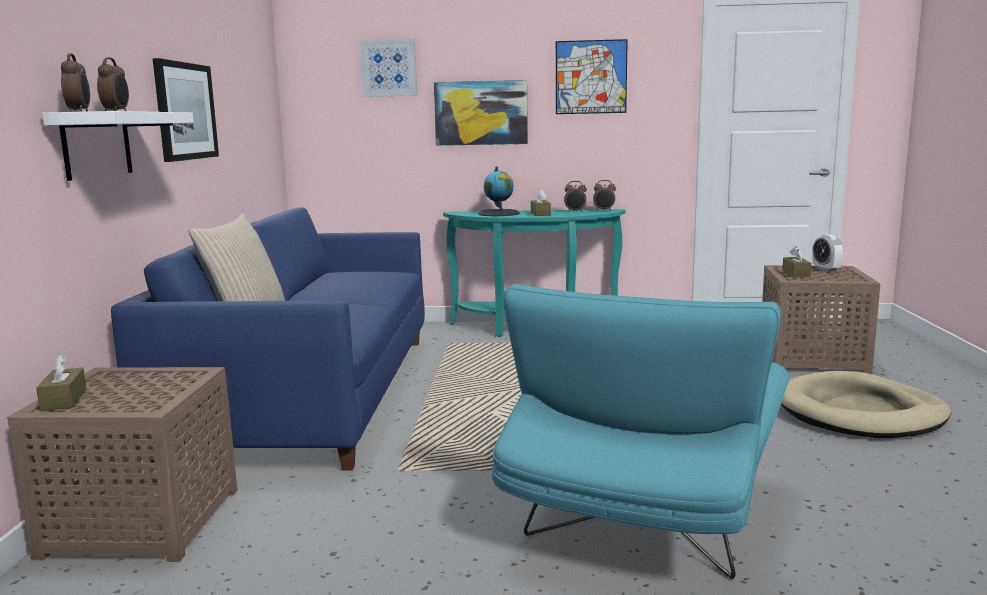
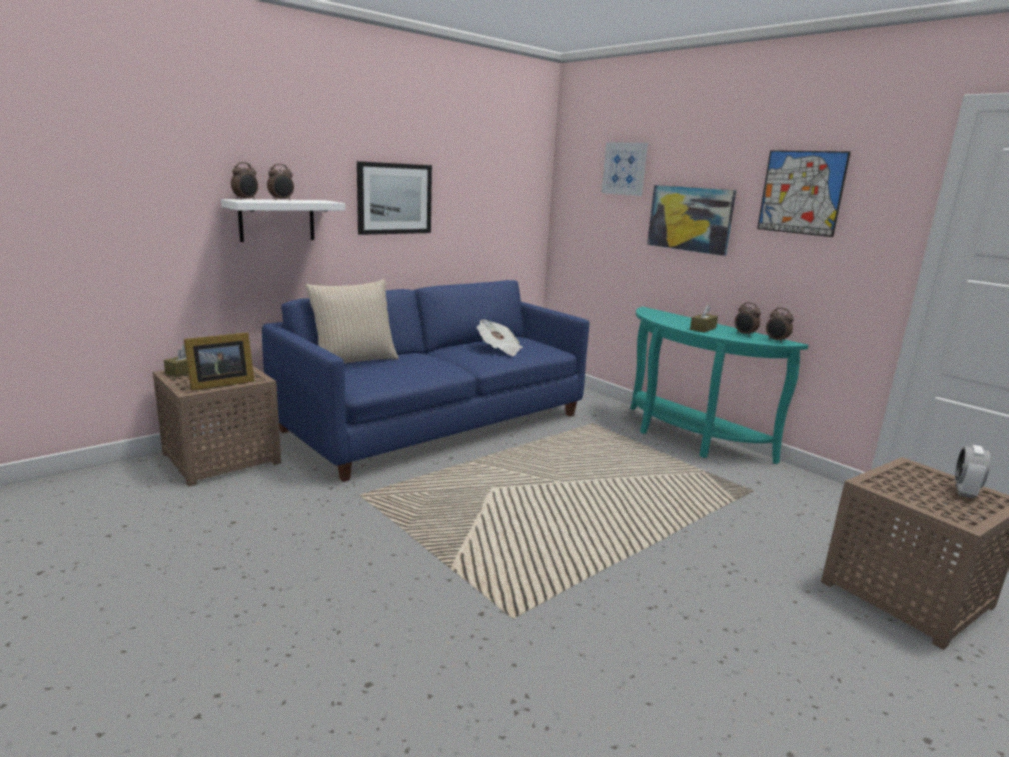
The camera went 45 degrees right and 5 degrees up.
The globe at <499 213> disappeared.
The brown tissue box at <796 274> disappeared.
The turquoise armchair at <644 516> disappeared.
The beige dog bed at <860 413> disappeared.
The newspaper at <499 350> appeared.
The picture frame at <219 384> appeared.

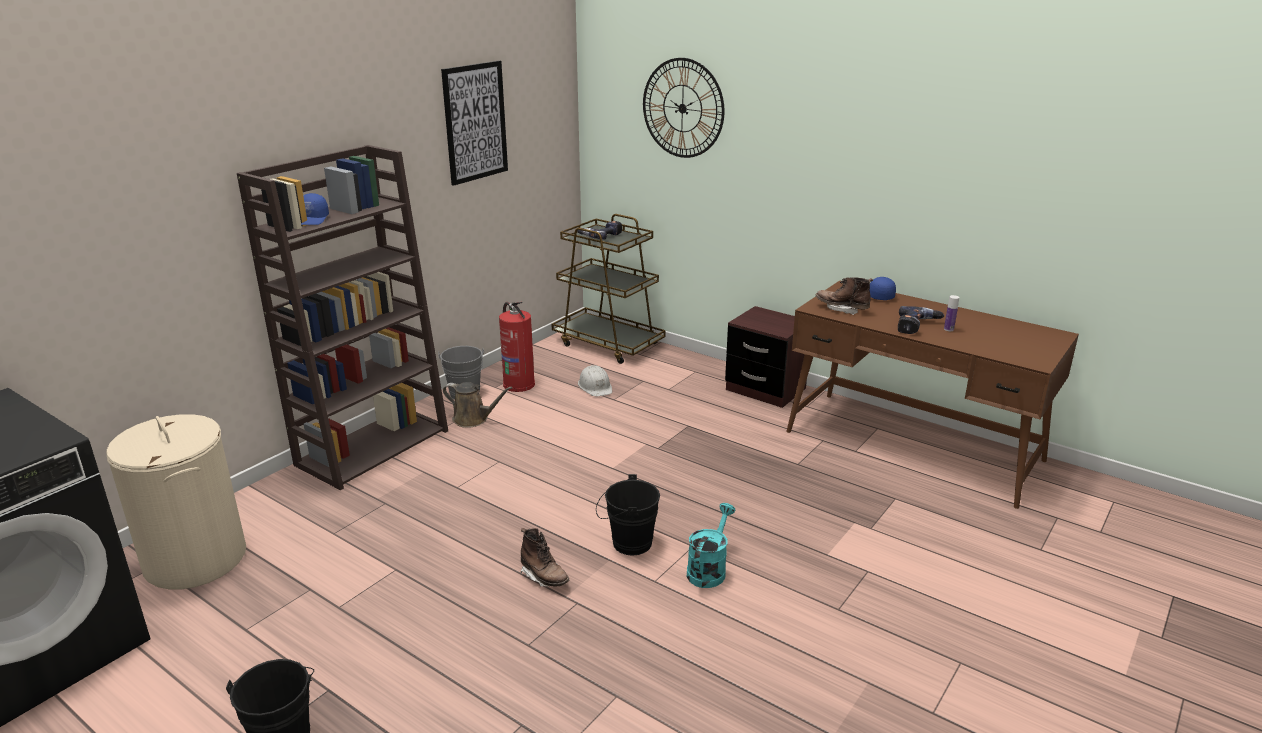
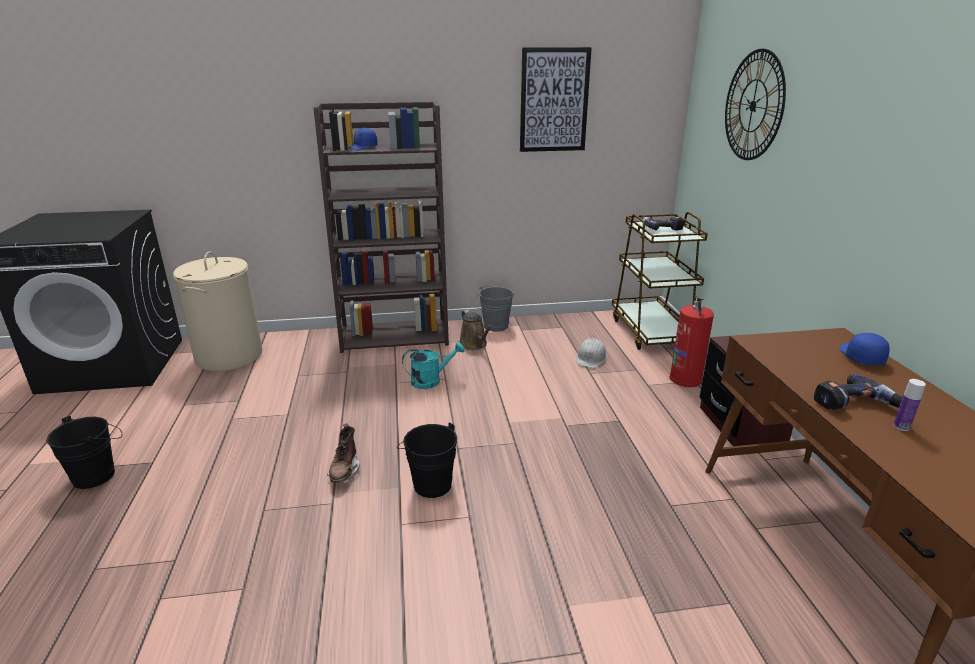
The camera went 45 degrees right and 0 degrees up.
The brown boot at <841 309> disappeared.
The fire extinguisher moved from <518 384> to <685 378>.
The turquoise watering can moved from <708 569> to <431 380>.

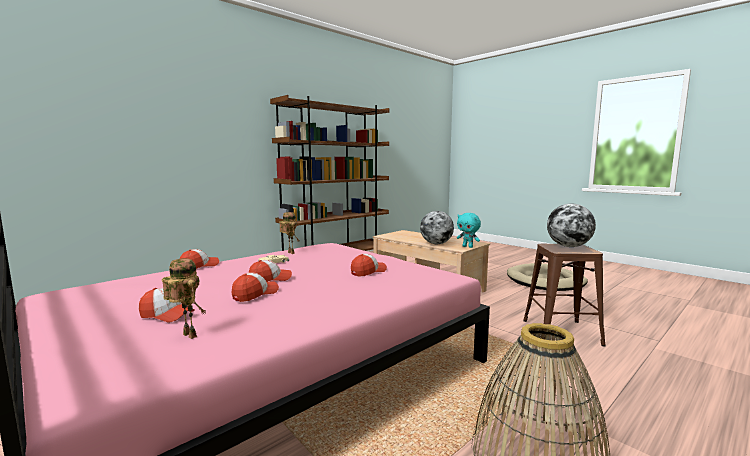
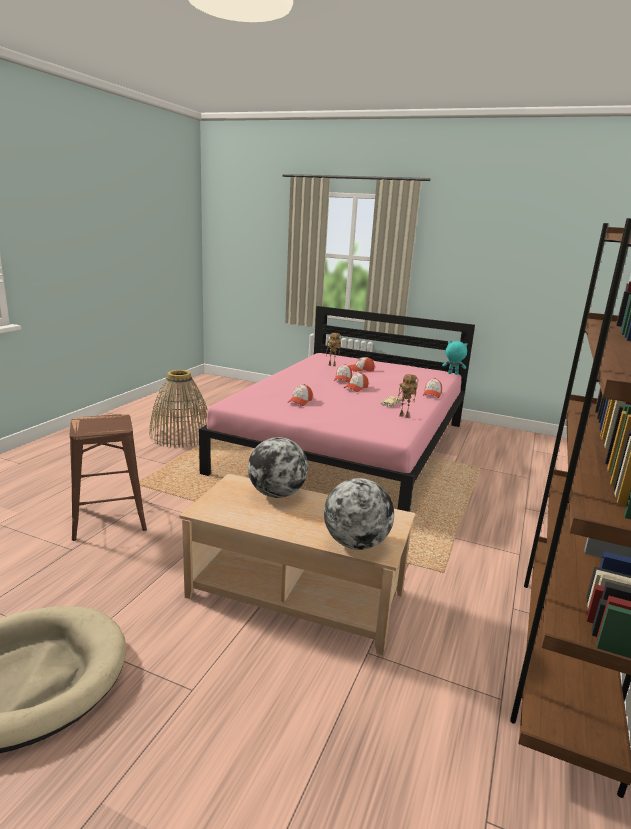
The camera went 155 degrees right and 10 degrees up.
The globe moved from <568 246> to <356 544>.
The turquoise plush toy moved from <468 247> to <452 374>.

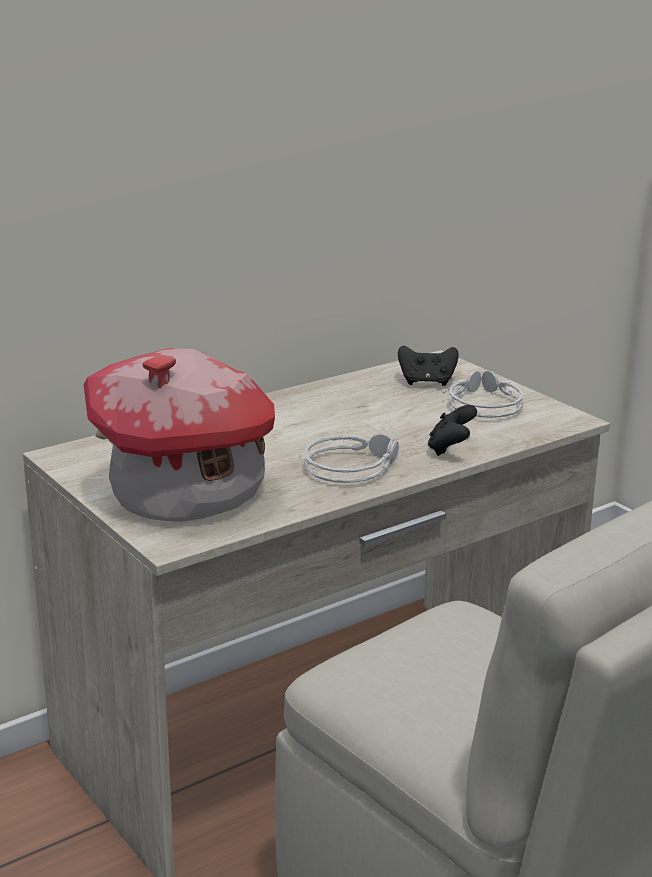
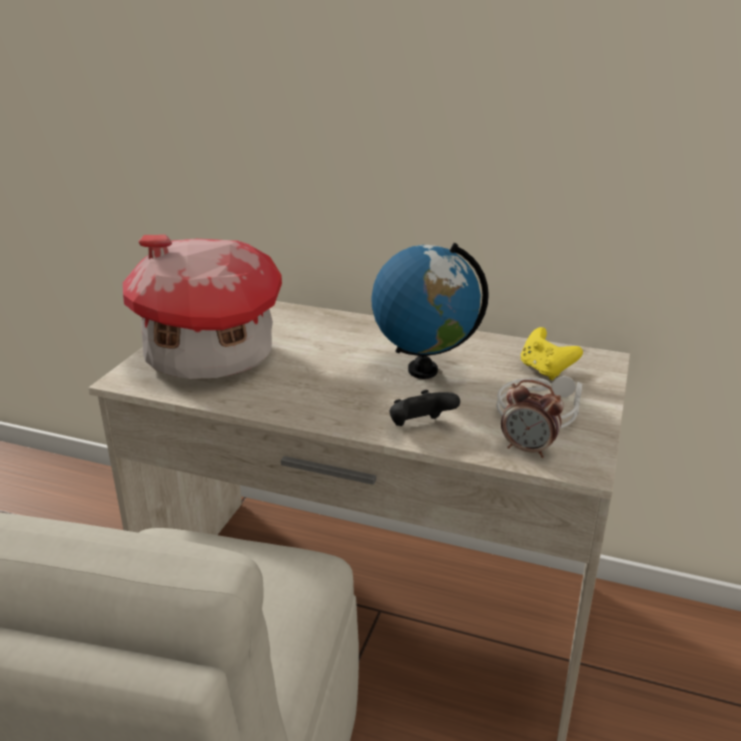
The camera went 55 degrees right and 5 degrees up.
The black game controller at <427 382> became the yellow game controller at <545 370>.
The grey headphones at <351 466> disappeared.
The globe at <423 370> appeared.
The alarm clock at <528 449> appeared.

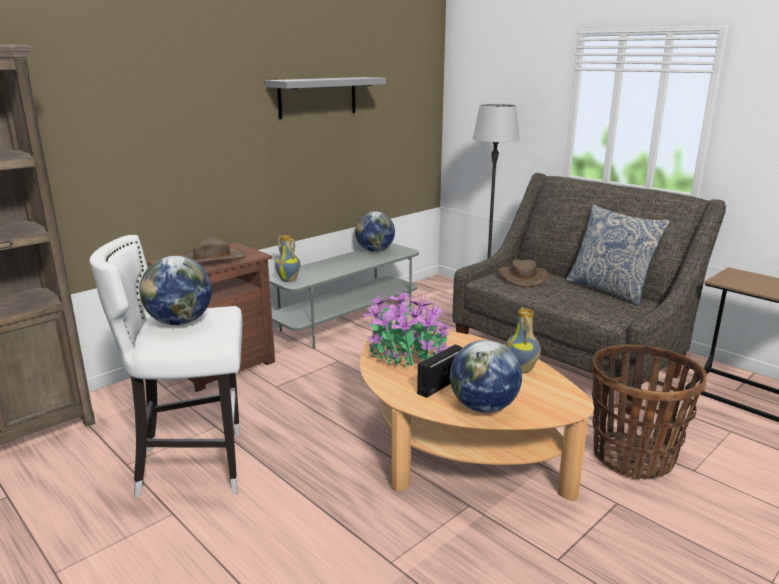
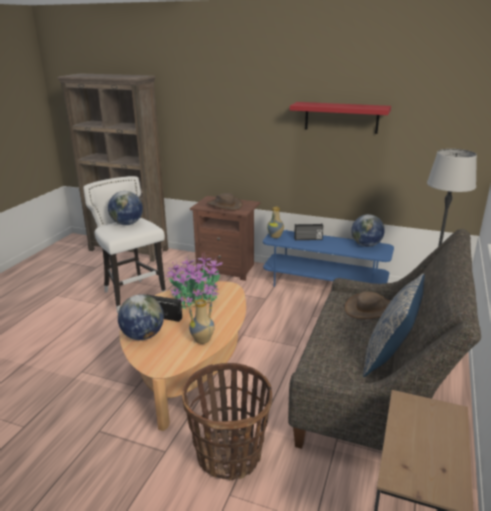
The camera went 65 degrees right and 5 degrees up.
The grey shelf at <317 97> became the red shelf at <341 117>.
The grey tv stand at <347 321> became the blue tv stand at <324 285>.
The radio at <308 239> appeared.

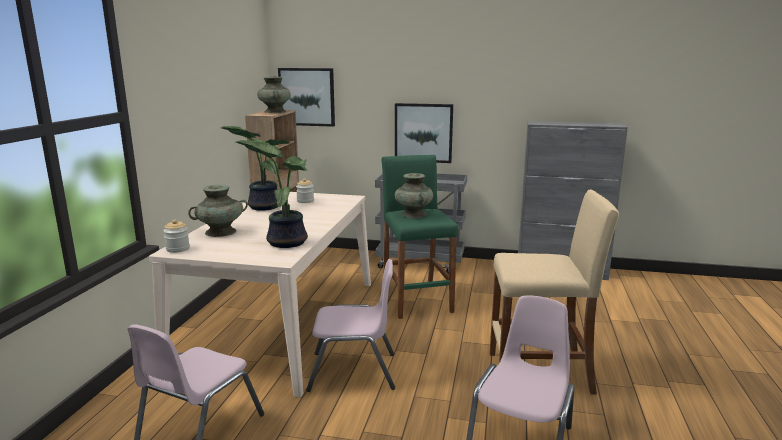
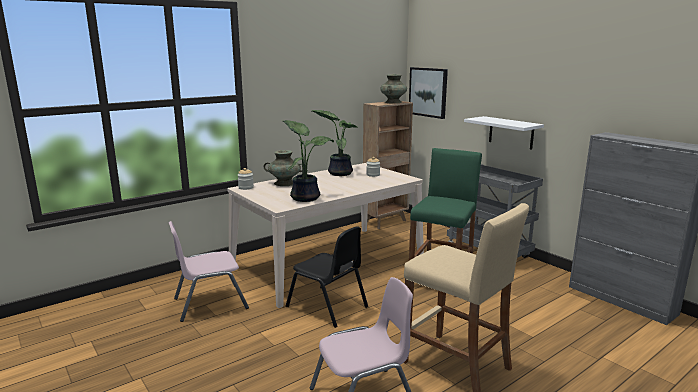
The camera went 40 degrees right and 0 degrees up.
The picture at <423 132> was replaced by the white shelf at <511 132>.
The turquoise vase at <414 214> disappeared.
The pink chair at <353 371> became the black chair at <327 307>.

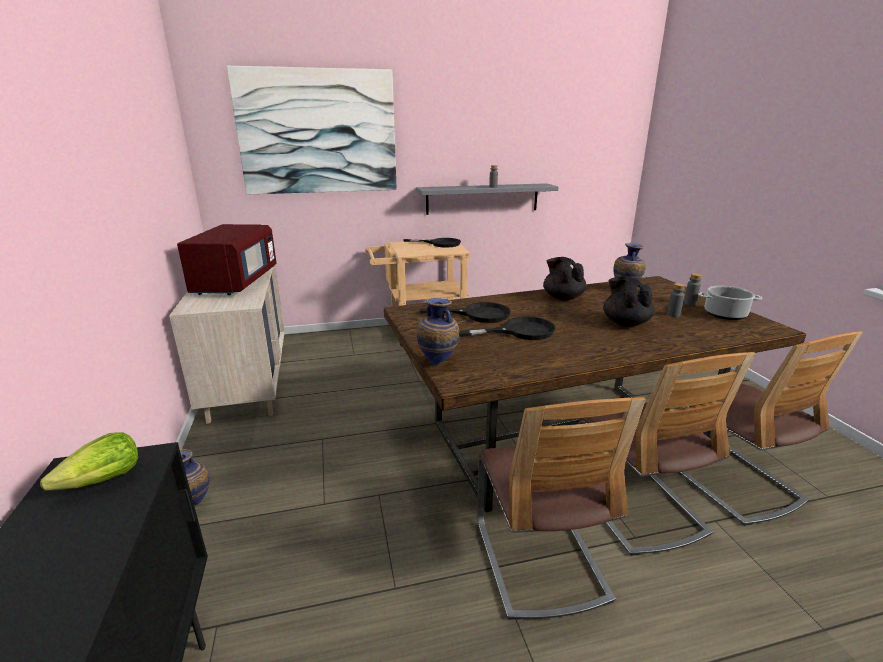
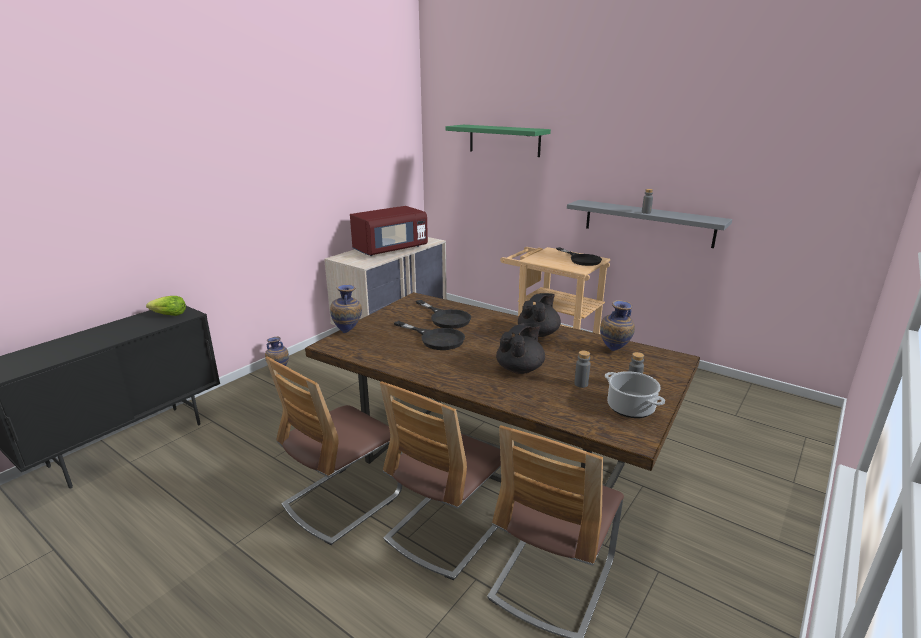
The camera went 50 degrees right and 0 degrees up.
The picture at <318 132> was replaced by the green shelf at <504 140>.

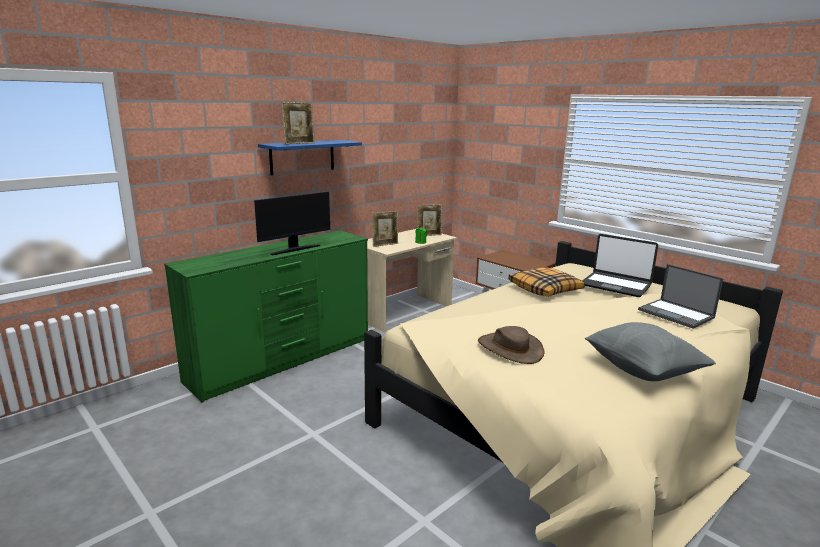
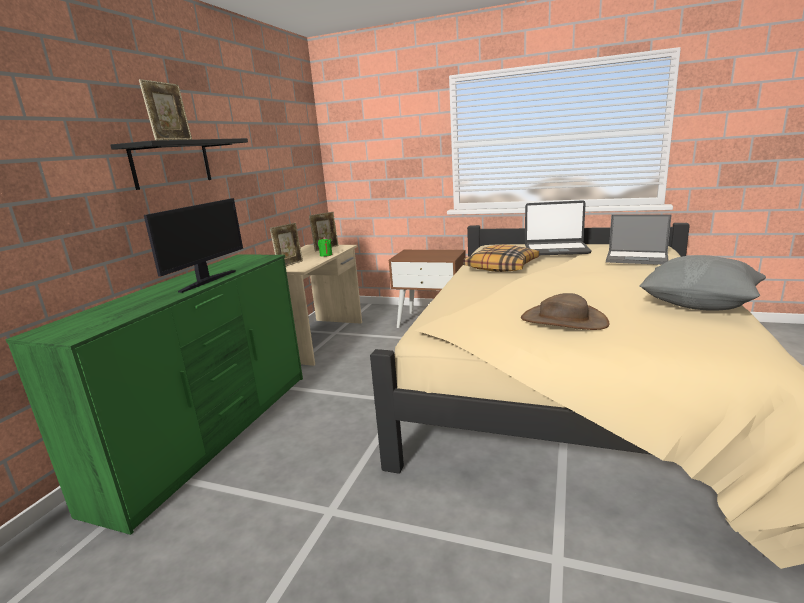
The camera went 25 degrees left and 0 degrees up.
The blue shelf at <302 157> became the black shelf at <172 163>.

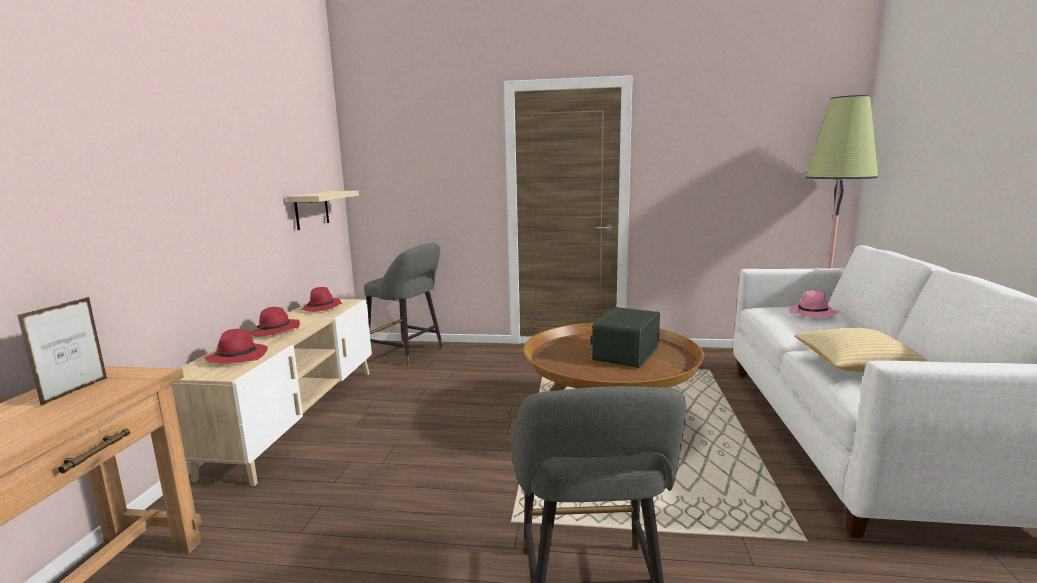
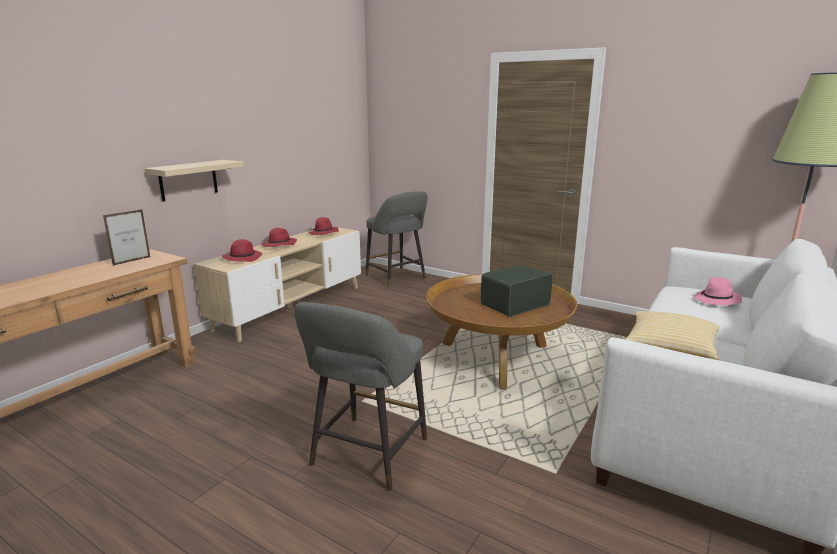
The camera went 25 degrees right and 5 degrees up.
The beige shelf moved from <311 210> to <188 180>.

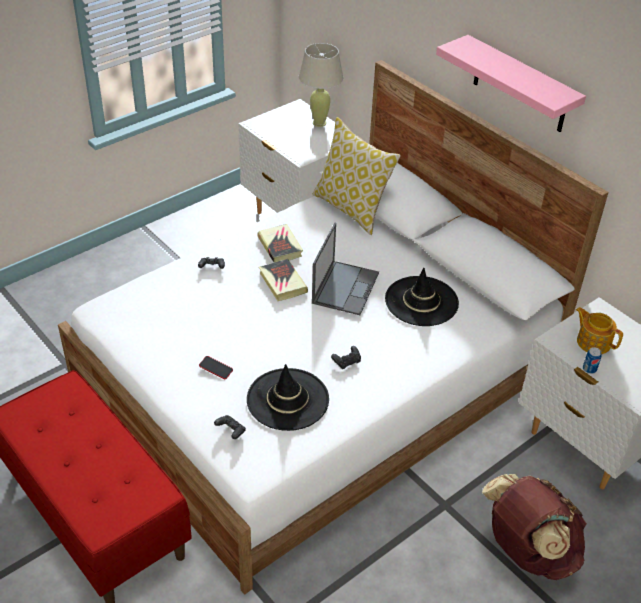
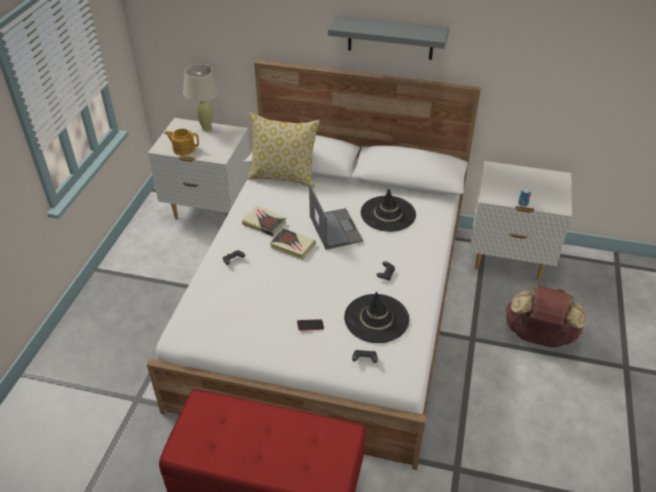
The camera went 35 degrees left and 0 degrees up.
The pink shelf at <520 85> became the grey shelf at <390 38>.
The teapot moved from <593 342> to <183 149>.

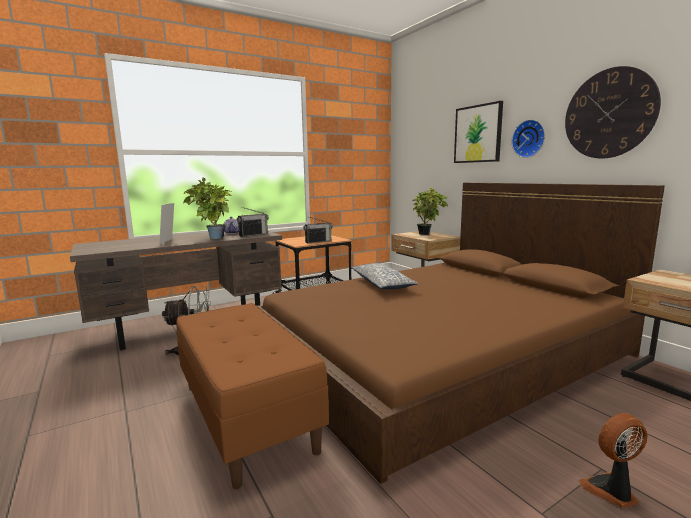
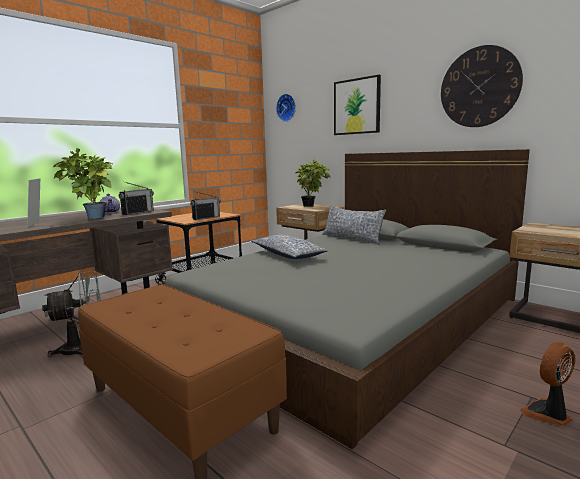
The camera went 15 degrees left and 0 degrees up.
The wall clock moved from <529 138> to <287 108>.
The brown bed at <439 352> became the grey bed at <350 317>.
The pillow at <352 238> appeared.

